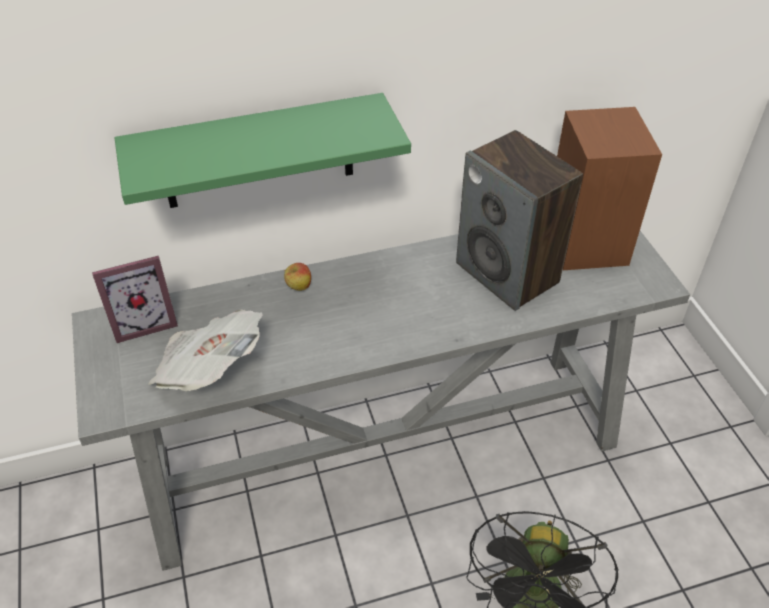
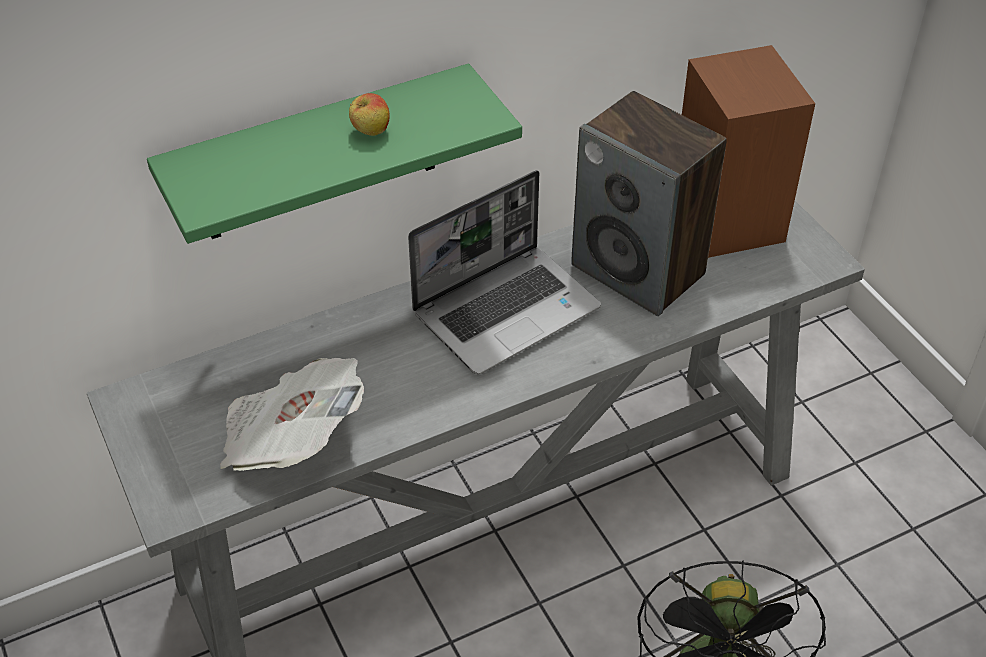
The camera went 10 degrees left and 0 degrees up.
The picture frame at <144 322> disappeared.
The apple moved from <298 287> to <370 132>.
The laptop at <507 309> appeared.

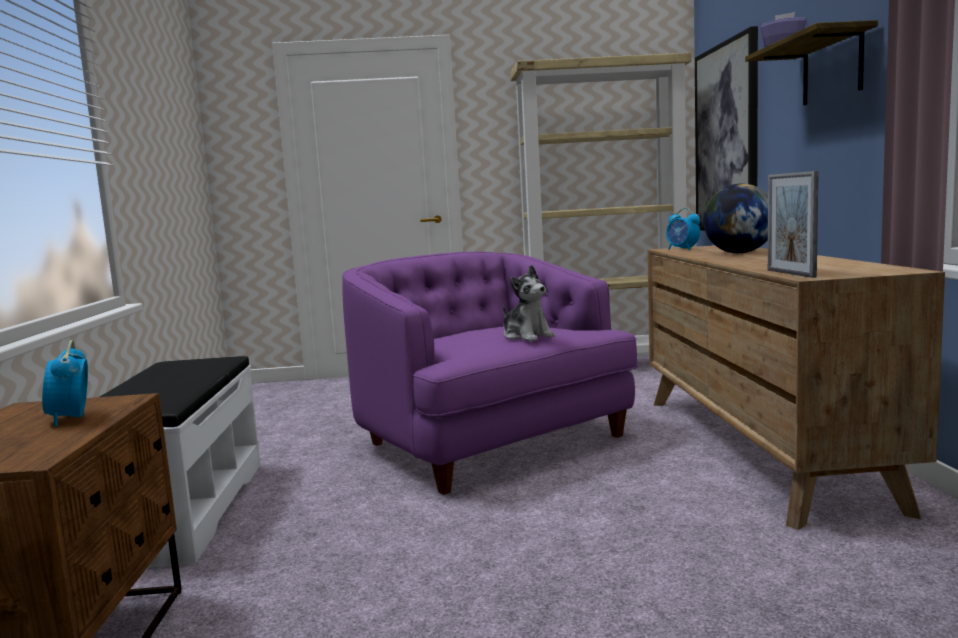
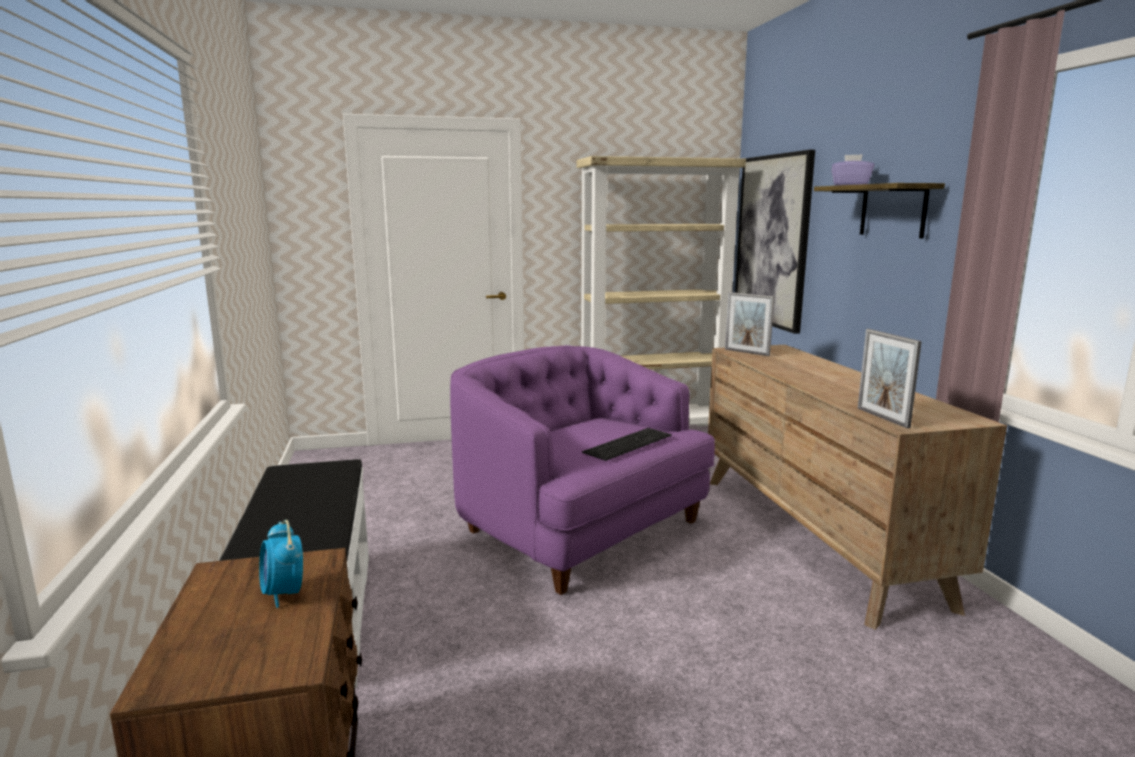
The camera went 10 degrees left and 5 degrees up.
The globe at <739 253> disappeared.
The alarm clock at <682 249> was replaced by the picture frame at <746 352>.
The plush toy at <527 336> was replaced by the keyboard at <627 443>.

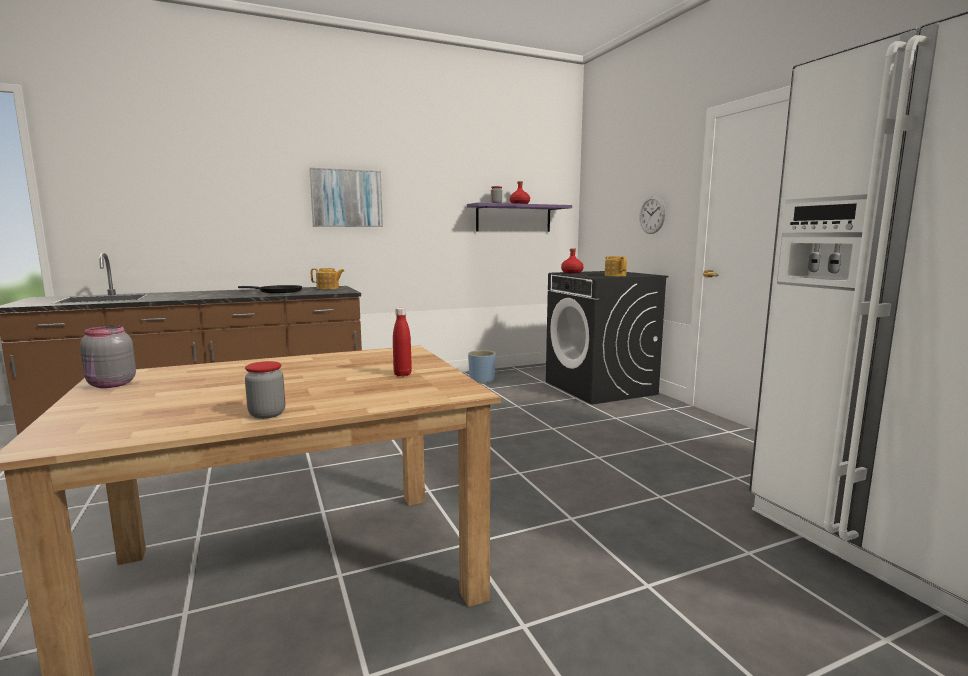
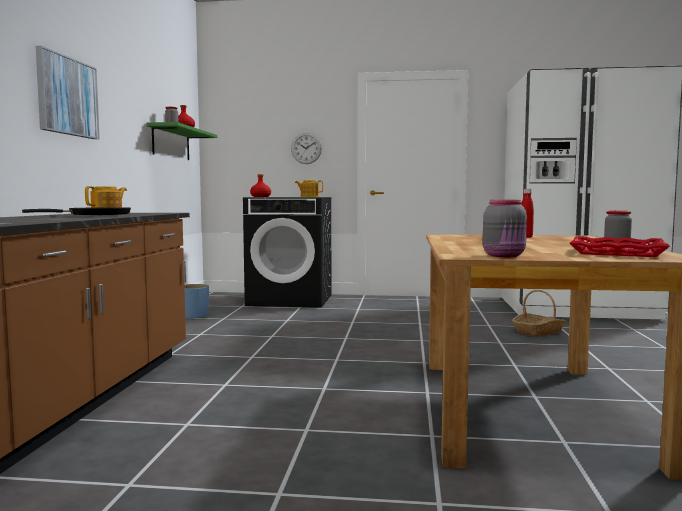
The camera went 60 degrees left and 5 degrees down.
The purple shelf at <513 218> became the green shelf at <171 143>.
The red tray at <617 253> appeared.
The basket at <538 332> appeared.

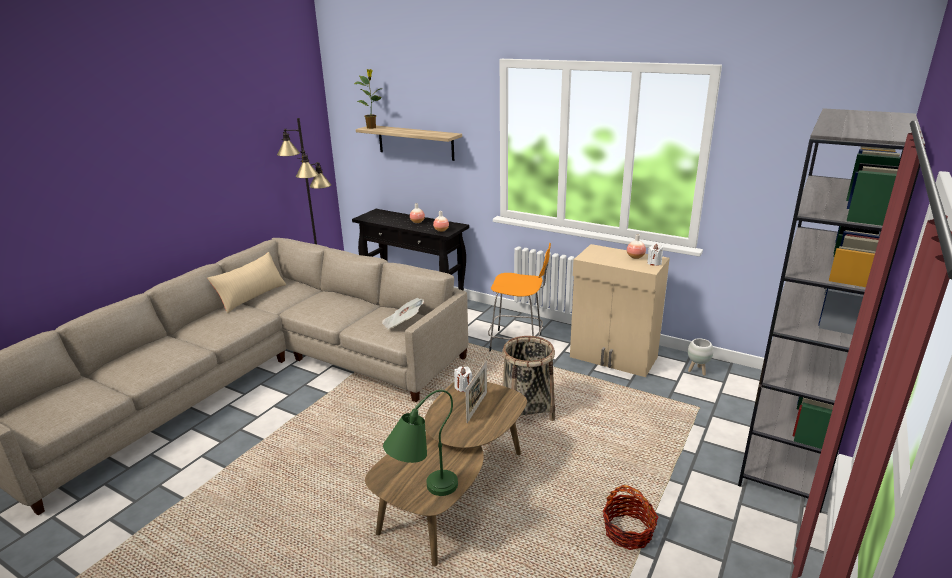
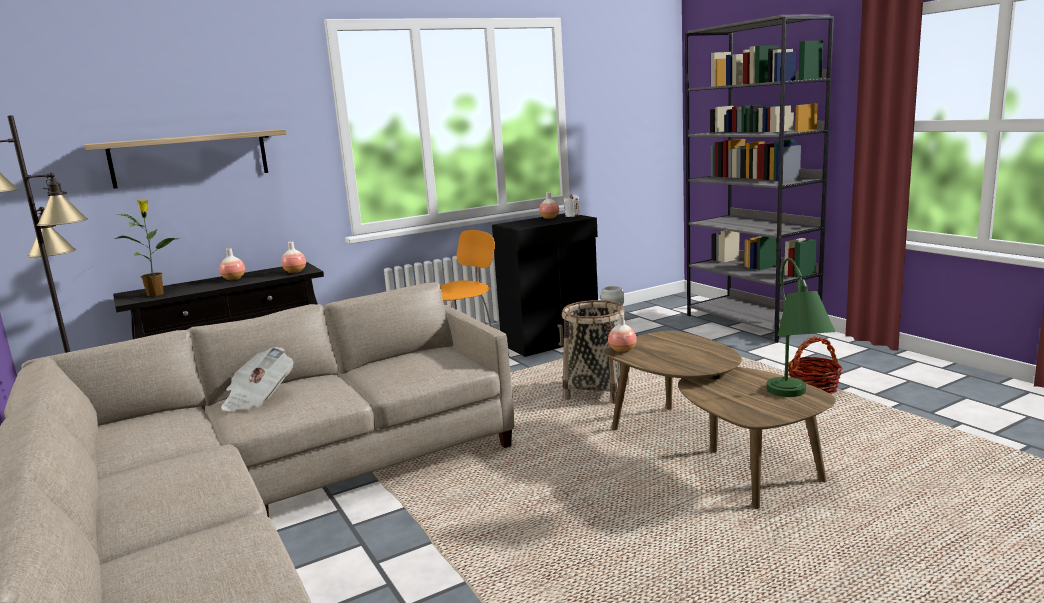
The camera went 60 degrees left and 10 degrees down.
The potted plant moved from <372 127> to <156 294>.
The beige cabinet at <613 358> became the black cabinet at <552 341>.
The beige pillow at <252 296> disappeared.
The newspaper moved from <402 323> to <258 398>.
The picture frame at <477 407> disappeared.
The white candle at <463 387> was replaced by the vase at <622 350>.

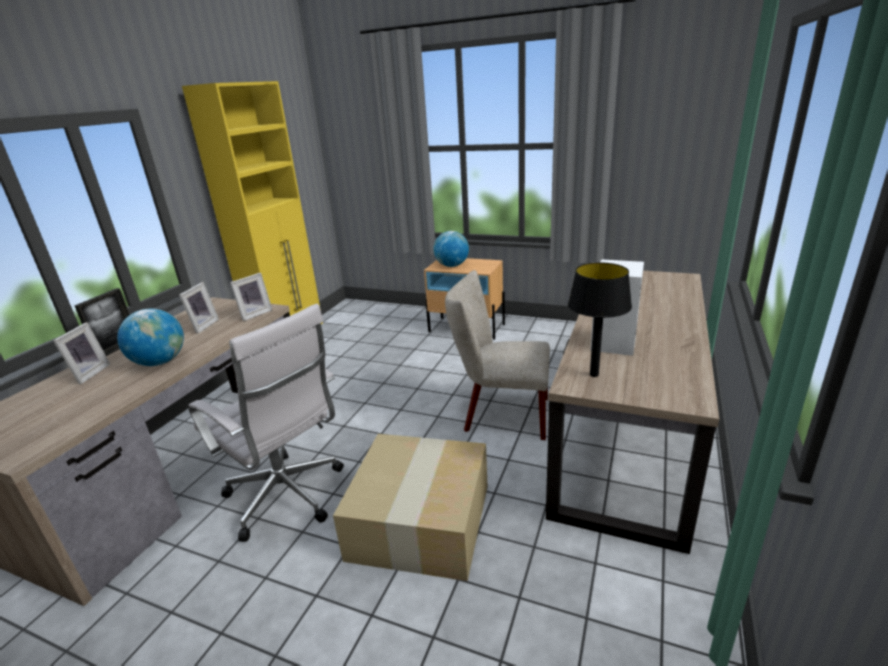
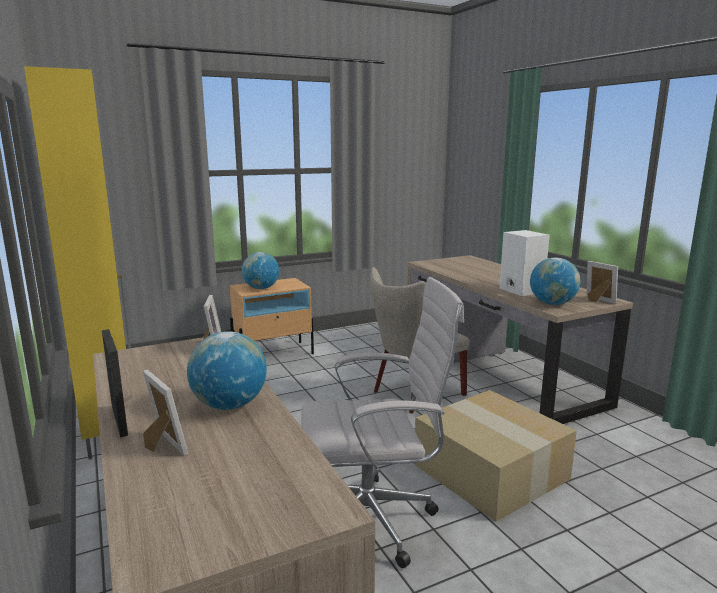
The camera went 50 degrees left and 10 degrees down.
The black table lamp at <594 375> was replaced by the globe at <552 304>.
The picture frame moved from <202 326> to <597 301>.

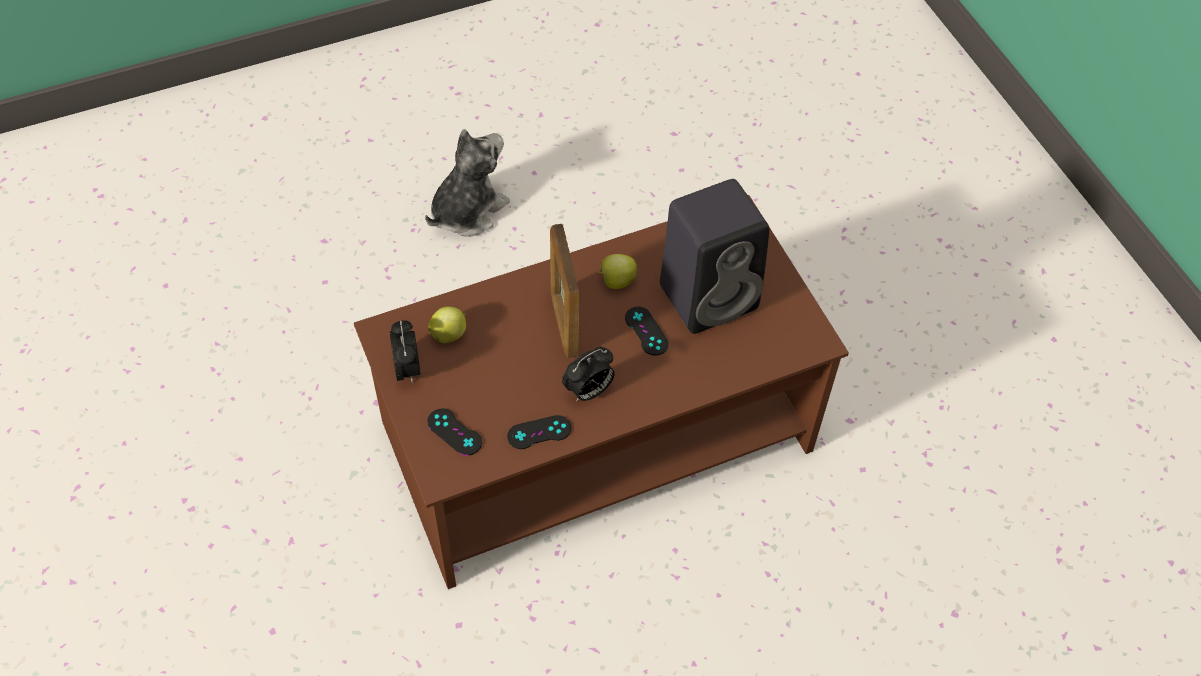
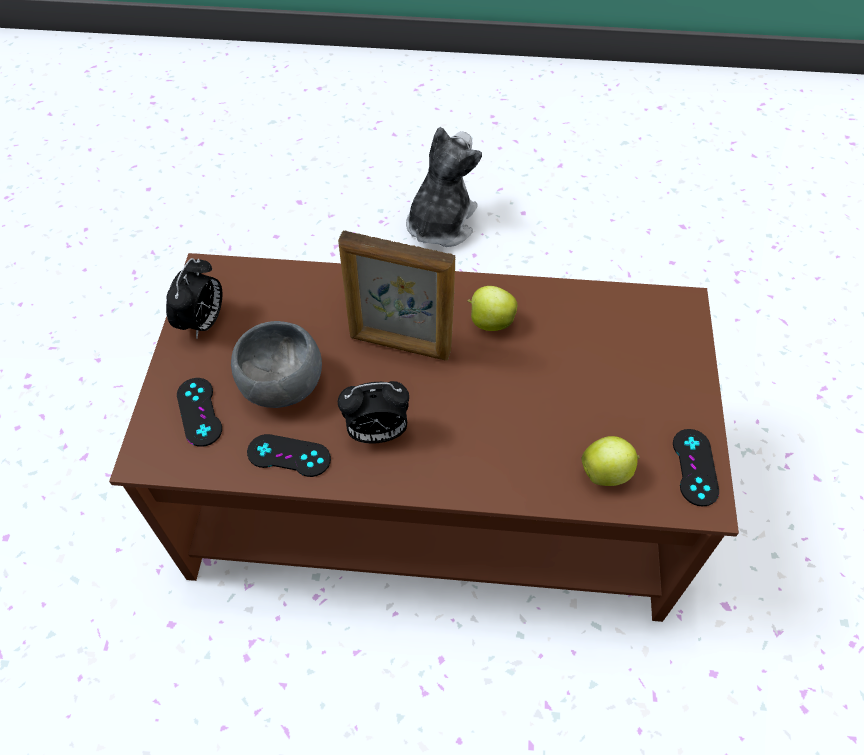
The camera went 30 degrees right and 0 degrees up.
The plush toy at <467 211> turned 45 degrees counterclockwise.
The black speaker at <711 295> disappeared.
The picture frame at <564 324> turned 90 degrees counterclockwise.
The apple moved from <449 334> to <606 473>.
The black game controller moved from <646 331> to <695 467>.
The grey bowl at <279 384> appeared.

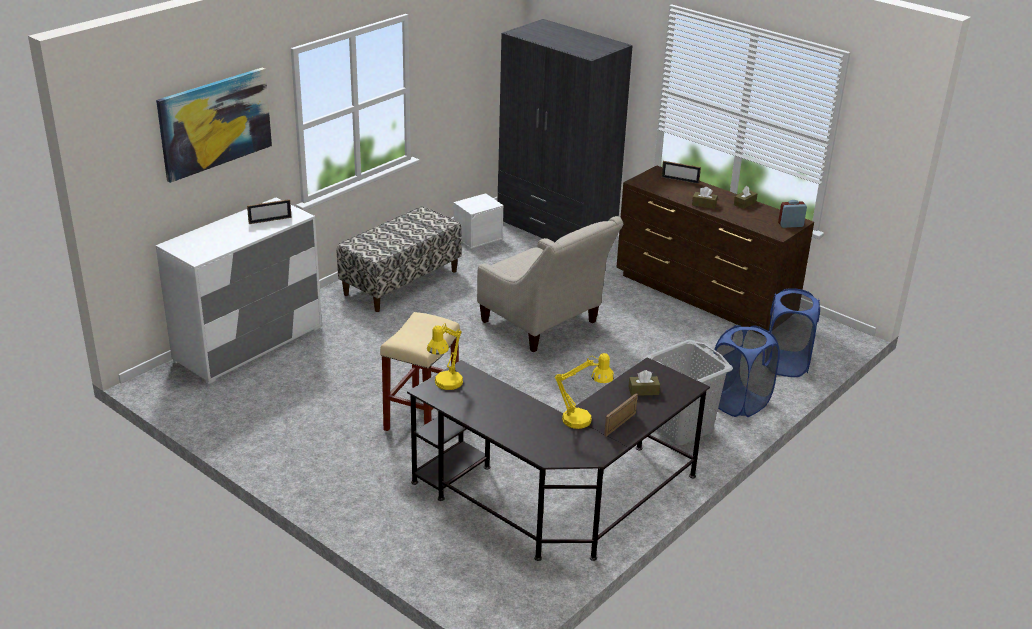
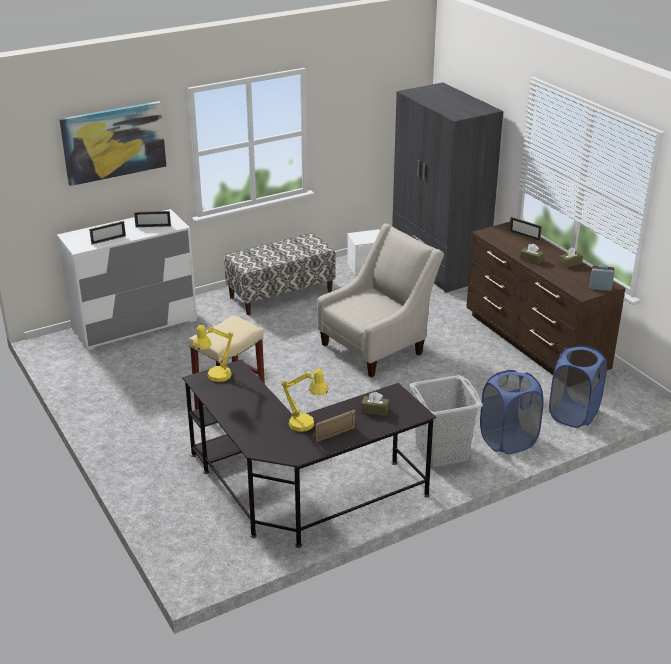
The camera went 20 degrees right and 0 degrees up.
The beige armchair at <544 325> turned 105 degrees counterclockwise.
The picture frame at <108 240> appeared.

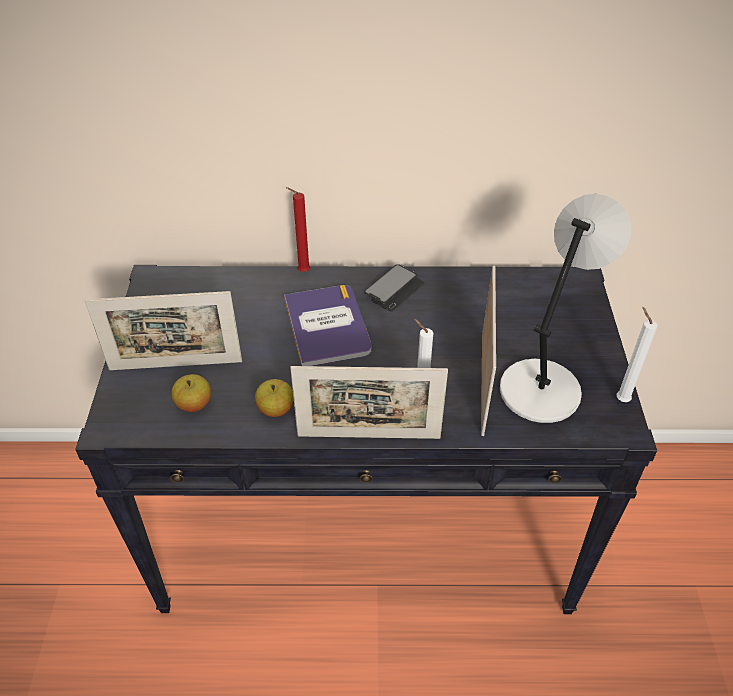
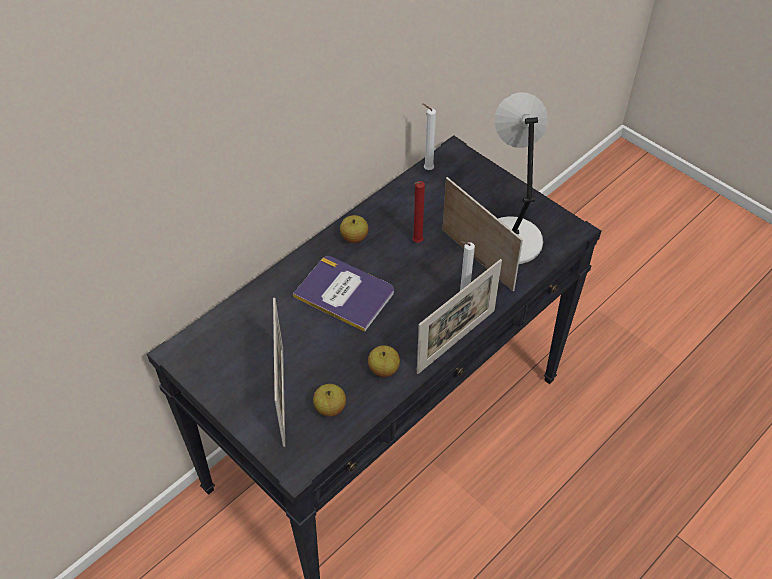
The camera went 45 degrees left and 5 degrees up.
The red candle moved from <302 272> to <416 242>.
The phone at <394 289> was replaced by the apple at <354 238>.
The picture frame at <176 365> turned 45 degrees counterclockwise.
The white candle moved from <620 399> to <427 169>.

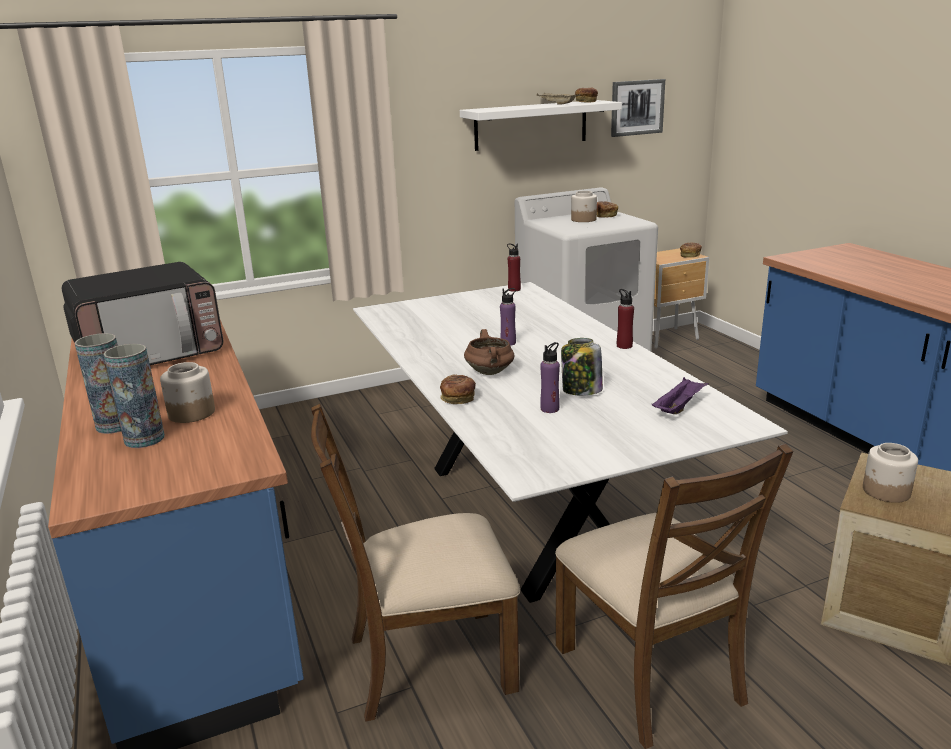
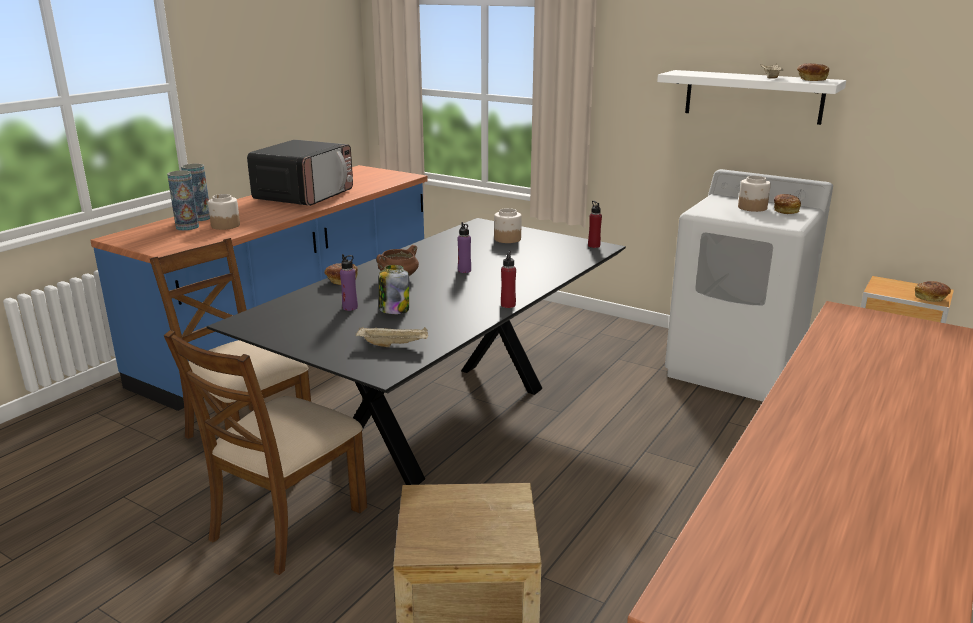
The camera went 55 degrees right and 0 degrees up.
The picture at <637 107> disappeared.
The microwave at <151 351> turned 90 degrees counterclockwise.
The white dining table at <526 512> became the black dining table at <446 418>.
The purple tray at <679 407> became the beige tray at <394 345>.
The jar moved from <886 491> to <507 239>.

